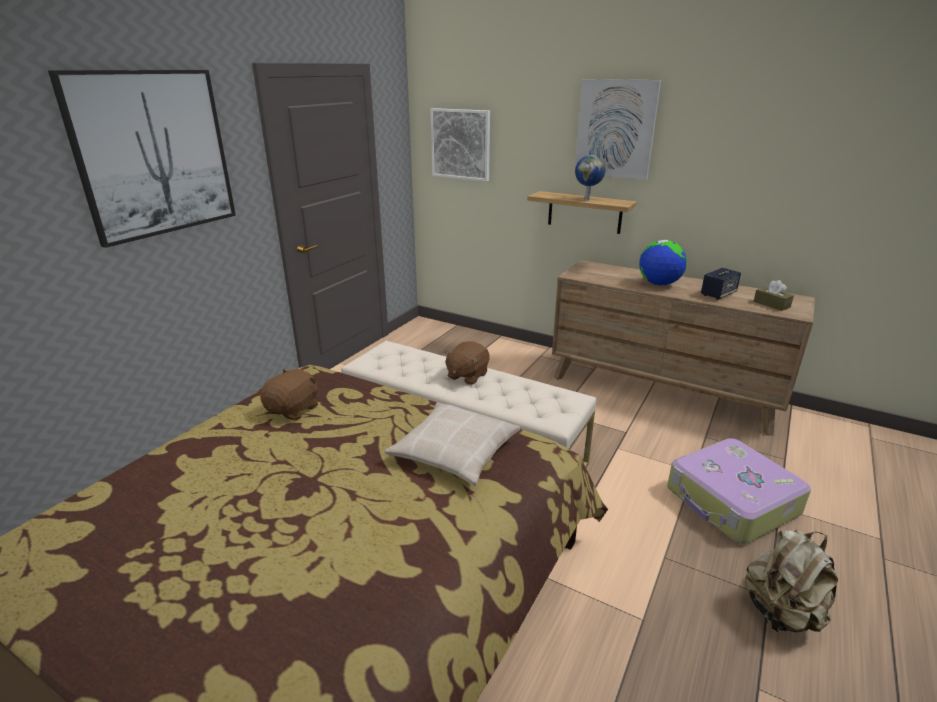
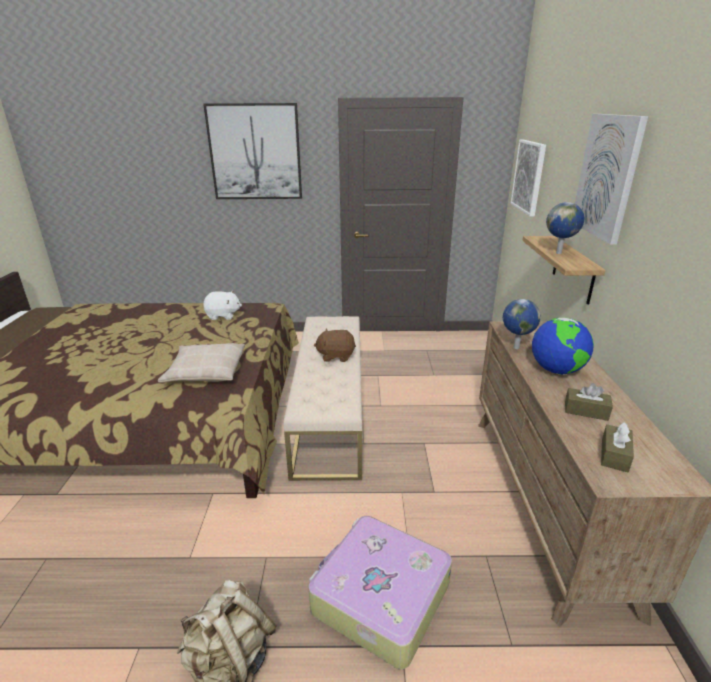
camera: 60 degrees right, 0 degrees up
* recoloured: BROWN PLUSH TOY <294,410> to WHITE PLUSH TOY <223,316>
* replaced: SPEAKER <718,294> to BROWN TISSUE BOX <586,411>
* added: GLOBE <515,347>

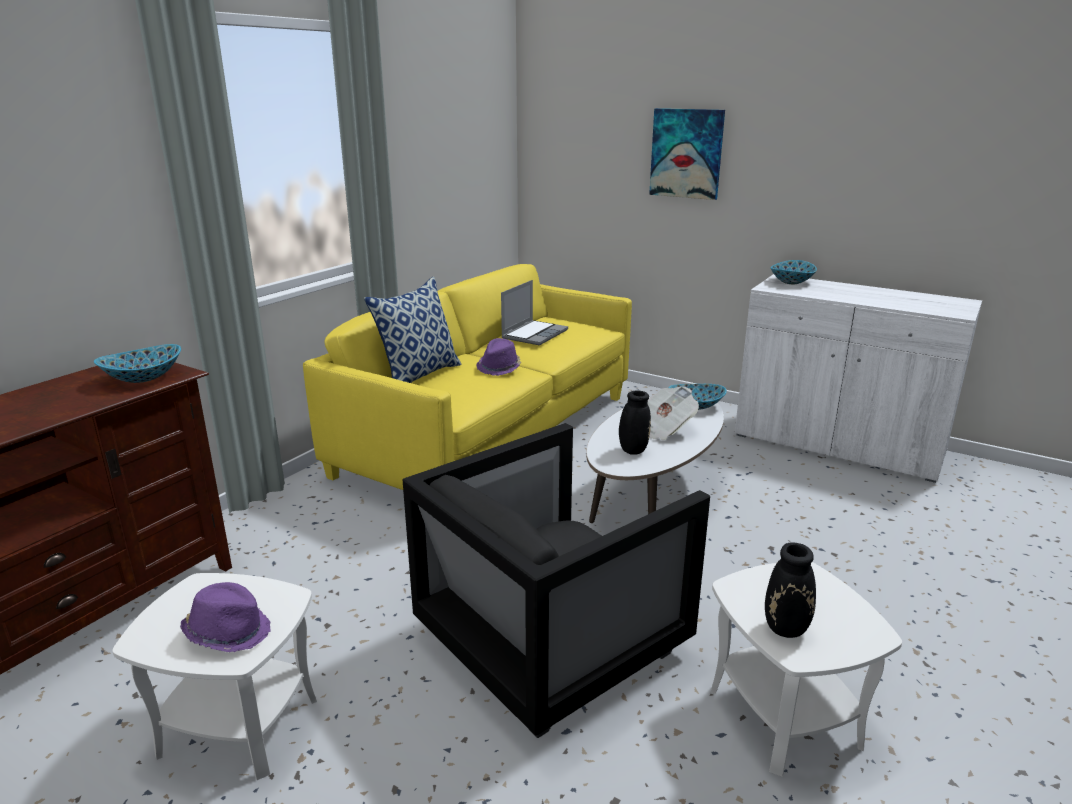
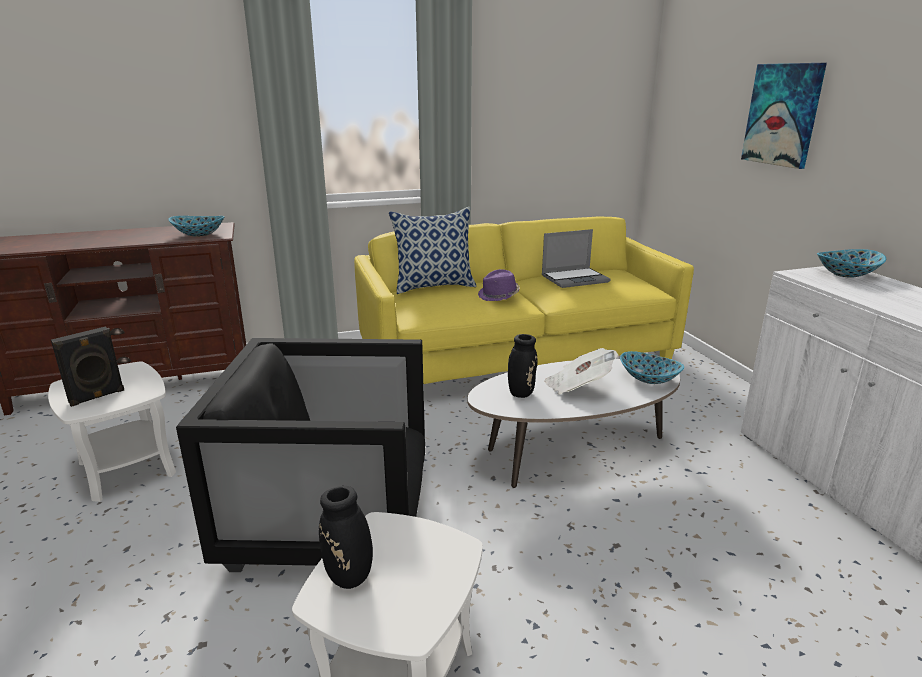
camera: 40 degrees right, 0 degrees up
* replaced: PURPLE HAT <228,632> to BLACK SPEAKER <97,397>

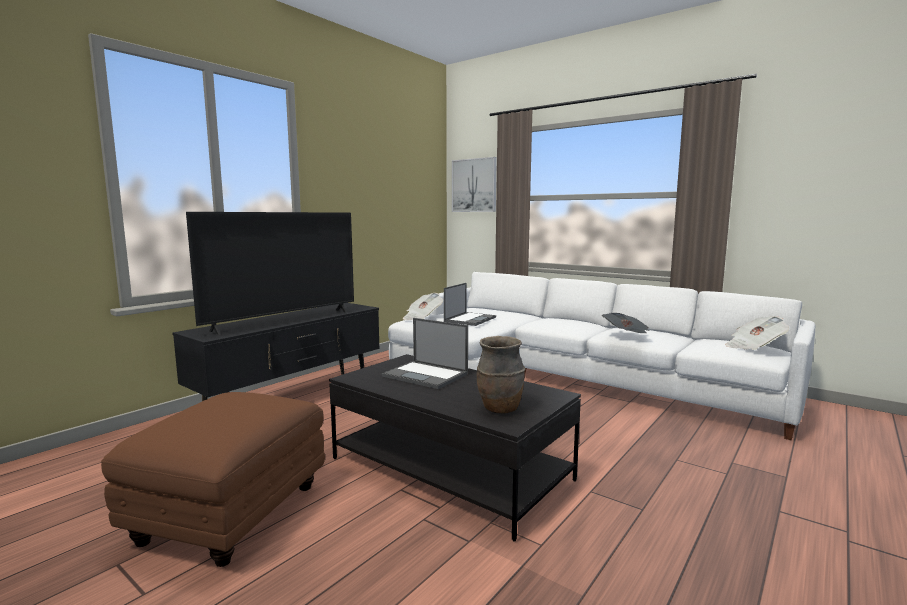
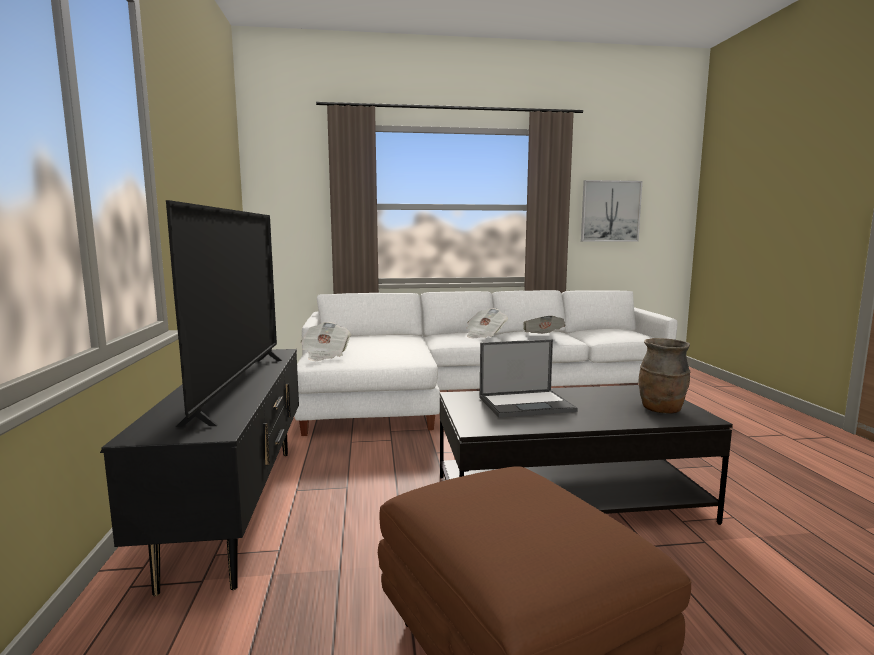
camera: 45 degrees left, 0 degrees up
* removed: LAPTOP <470,319>
* moved: PICTURE <474,185> to <610,211>
* moved: NEWSPAPER <753,347> to <484,335>

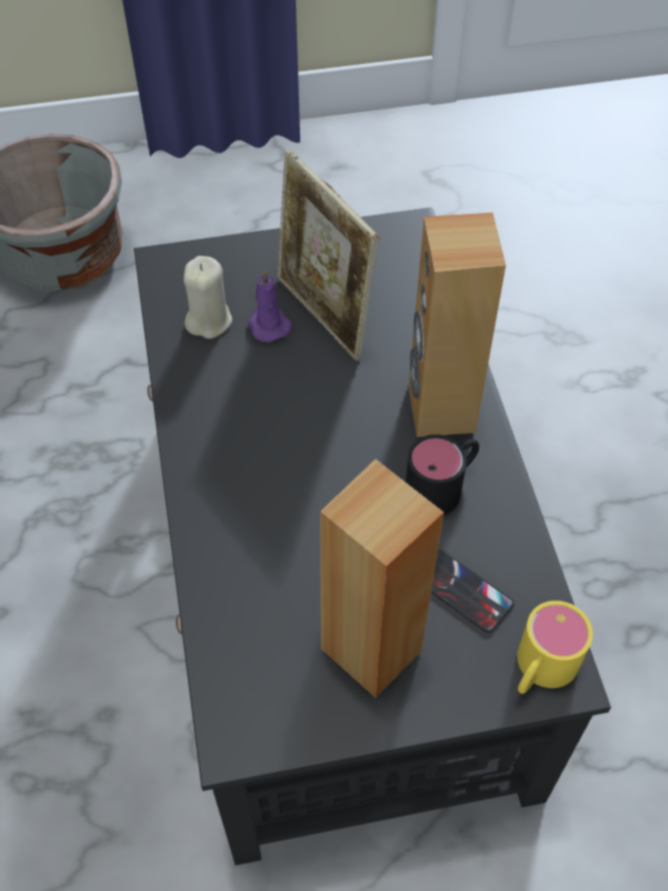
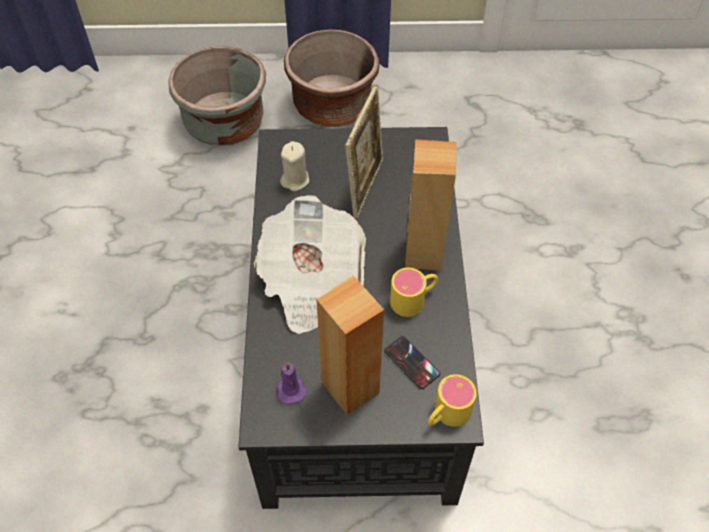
camera: 10 degrees right, 0 degrees up
* moved: PURPLE CANDLE <268,325> to <290,389>
* turned: PICTURE FRAME <324,316> = <365,186> 135 degrees counterclockwise
* recoloured: BLACK MUG <443,485> to YELLOW MUG <414,299>
* added: NEWSPAPER <312,283>
* added: BROWN PLANTER <332,106>

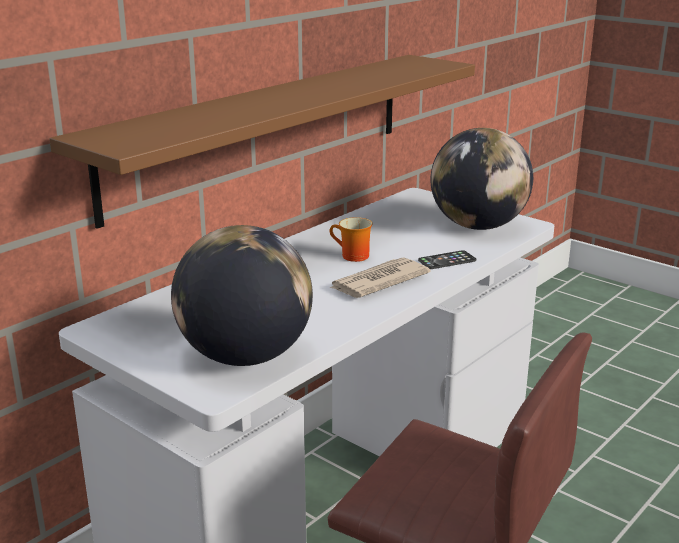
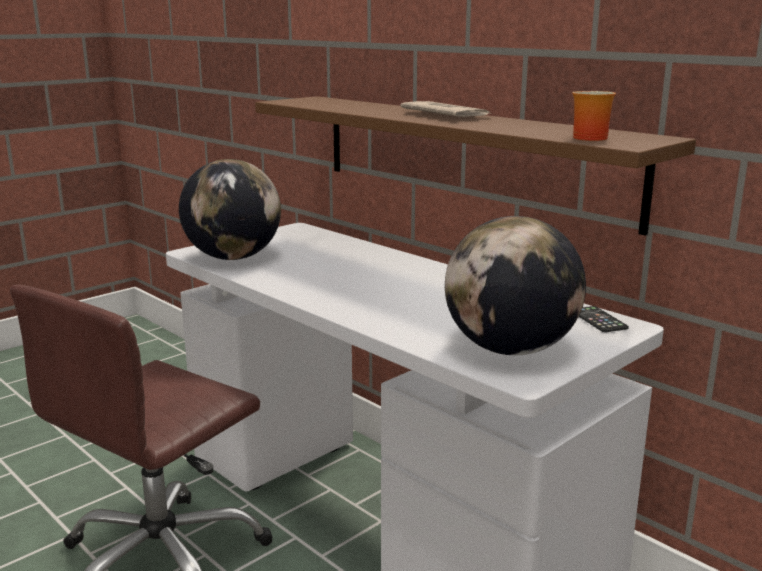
camera: 95 degrees right, 5 degrees down
* moved: MUG <351,256> to <588,137>
* moved: NEWSPAPER <377,282> to <444,115>
* moved: PHONE <447,260> to <598,320>

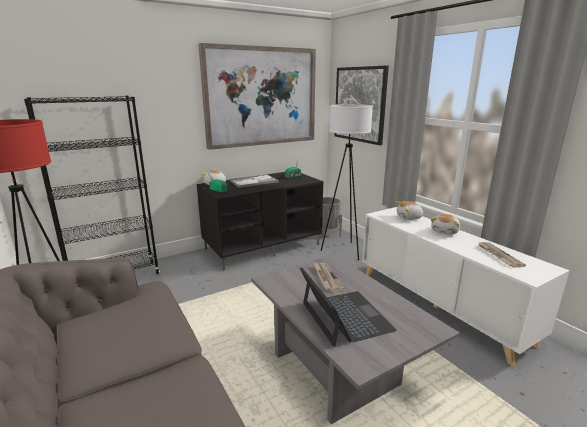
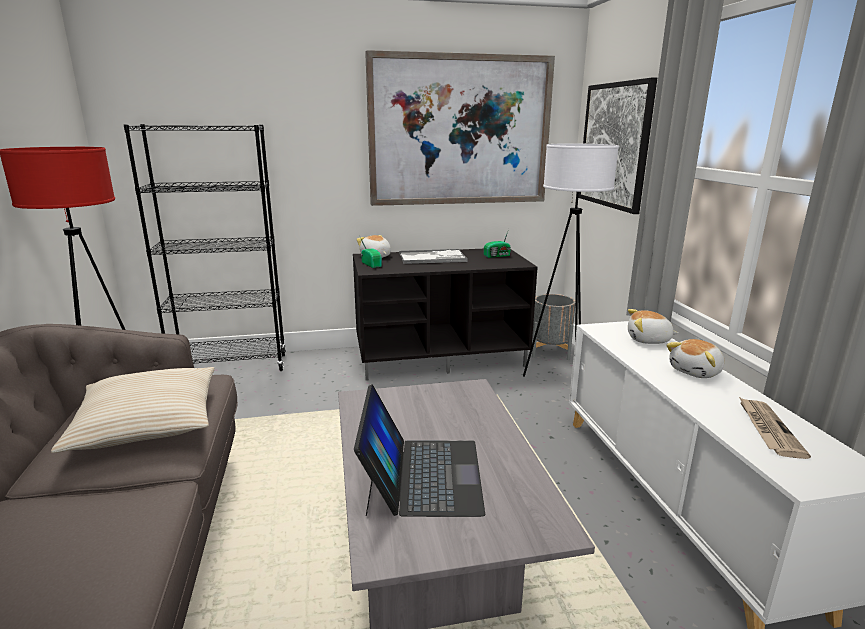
camera: 20 degrees right, 0 degrees up
* removed: NEWSPAPER <326,278>
* added: BEIGE PILLOW <147,422>

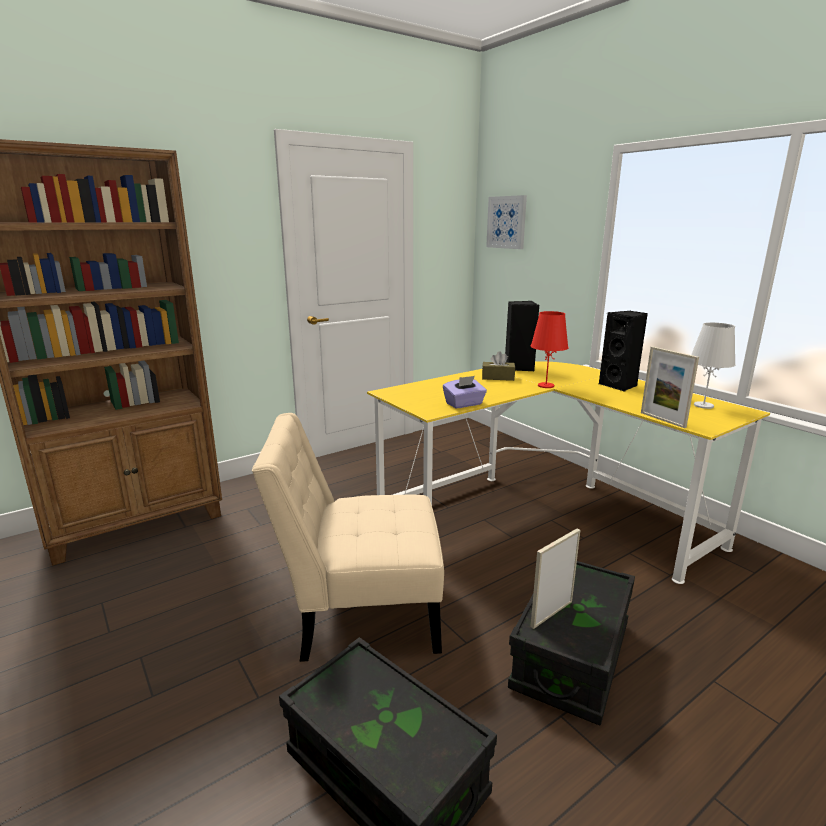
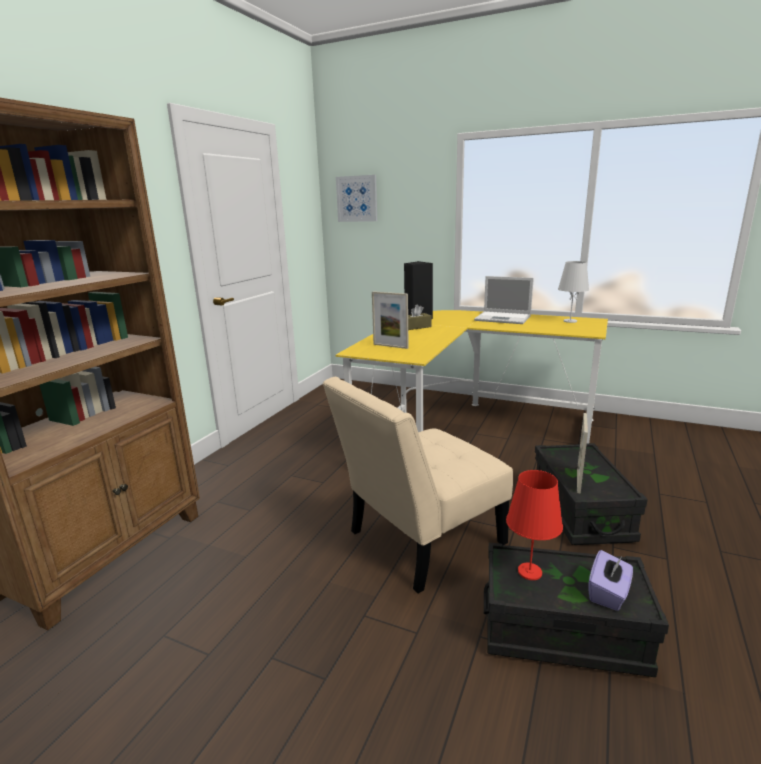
camera: 30 degrees left, 0 degrees up
* moved: PURPLE TISSUE BOX <464,404> to <608,593>
* moved: RED TABLE LAMP <545,385> to <529,572>
* replaced: BLACK SPEAKER <620,385> to LAPTOP <504,318>
* moved: PICTURE FRAME <662,420> to <390,346>

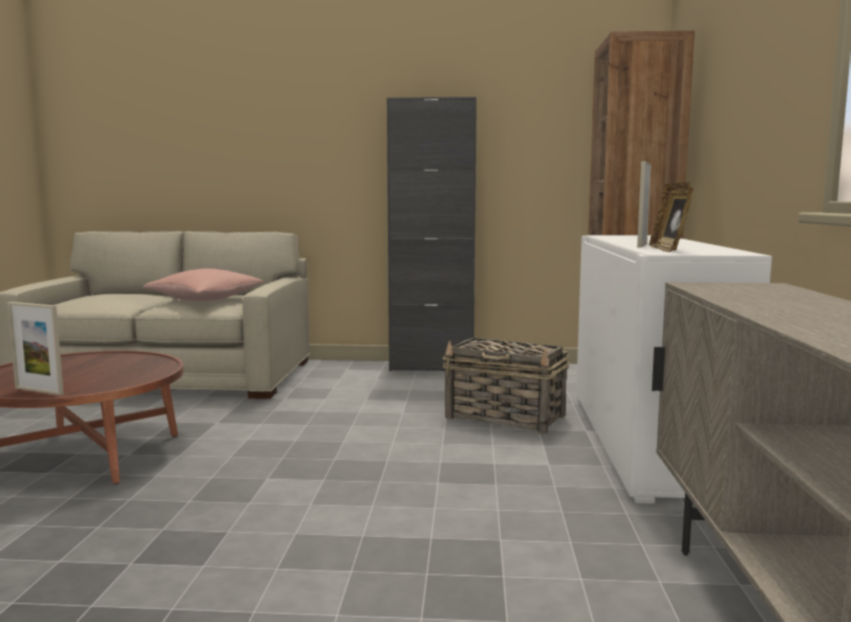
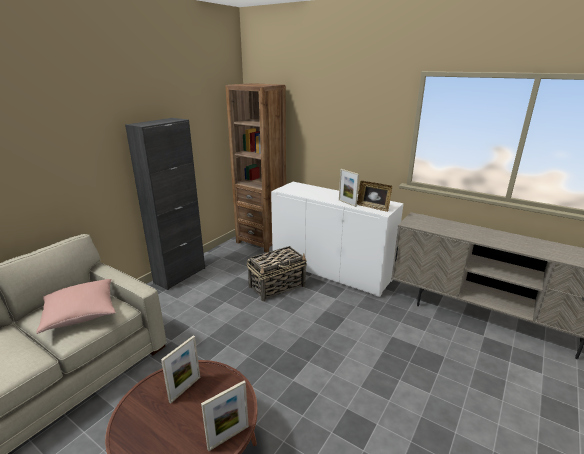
camera: 60 degrees left, 15 degrees up
* added: PICTURE FRAME <185,389>

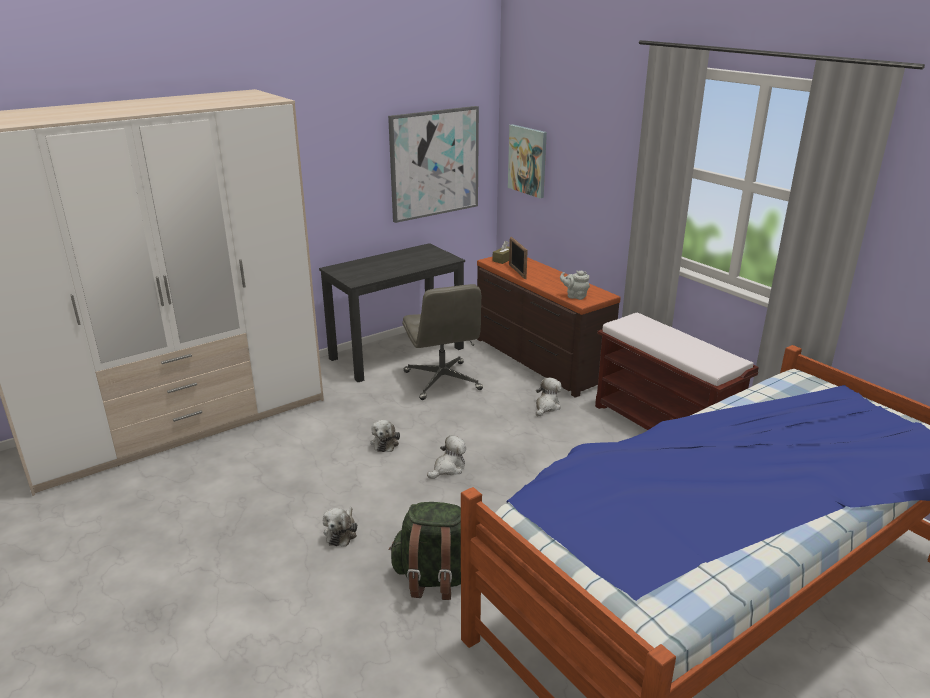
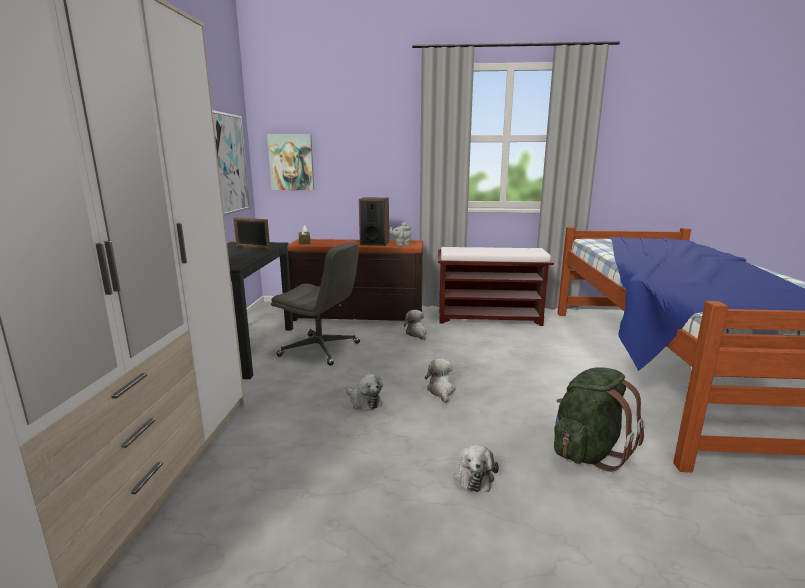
camera: 50 degrees left, 10 degrees down
* turned: PLUSH TOY <341,532> = <474,476> 45 degrees clockwise
* moved: PICTURE FRAME <517,272> to <252,247>
* added: SPEAKER <374,243>

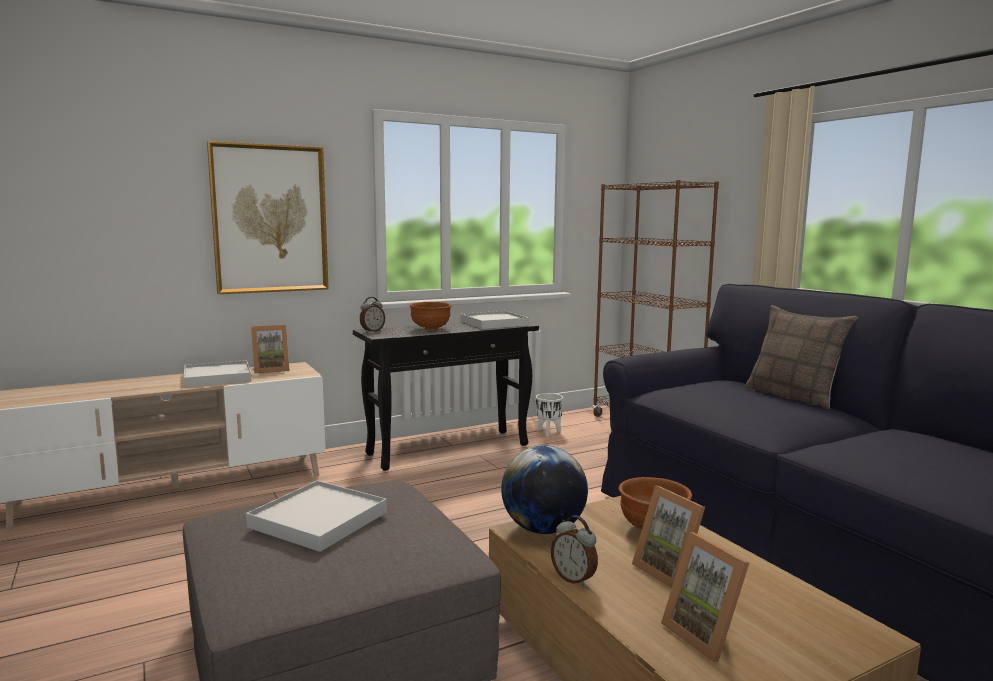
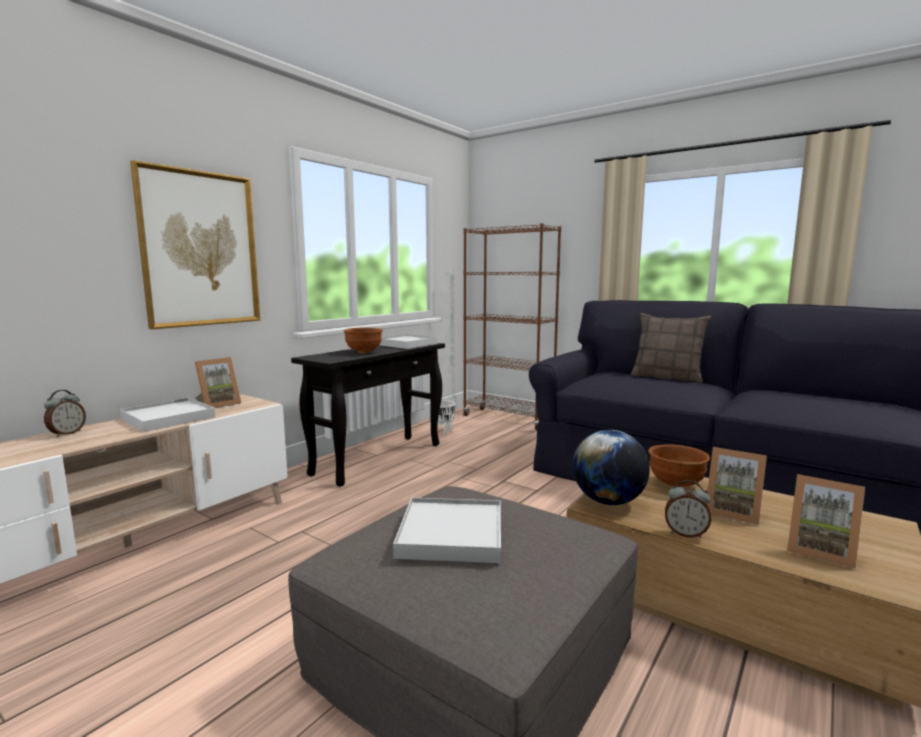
camera: 25 degrees left, 0 degrees up
* moved: ALARM CLOCK <372,331> to <67,433>

